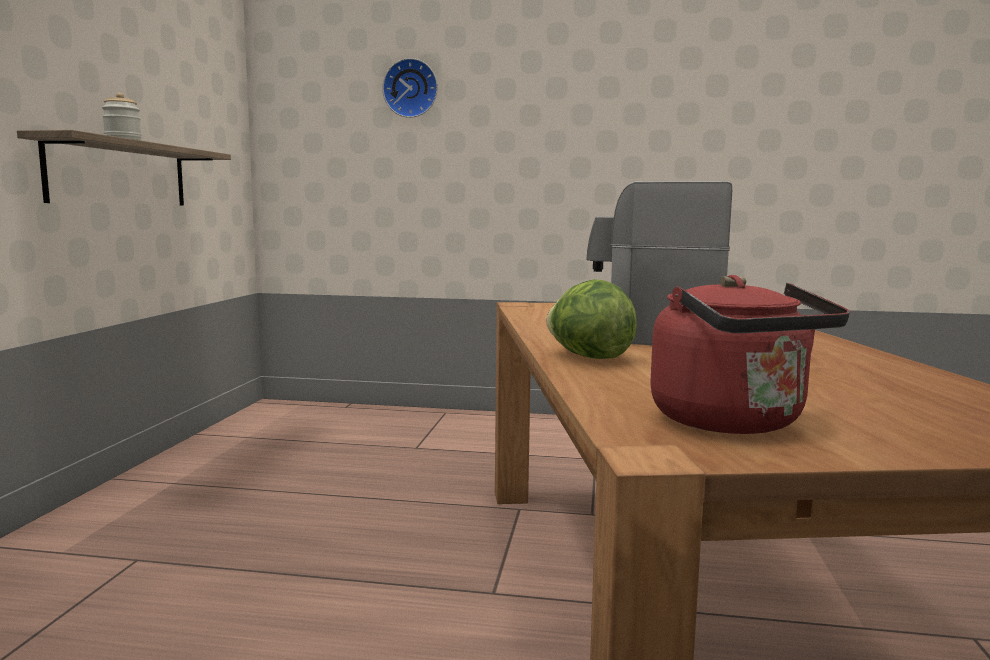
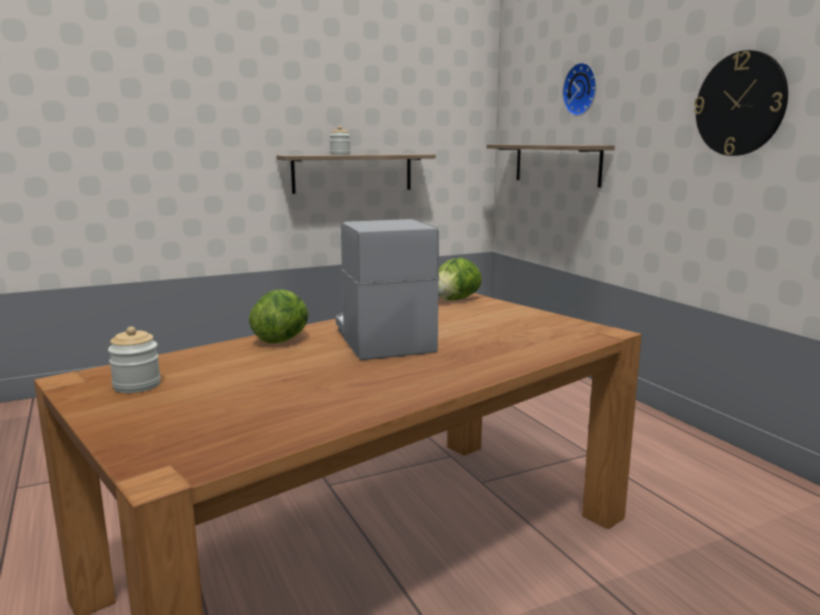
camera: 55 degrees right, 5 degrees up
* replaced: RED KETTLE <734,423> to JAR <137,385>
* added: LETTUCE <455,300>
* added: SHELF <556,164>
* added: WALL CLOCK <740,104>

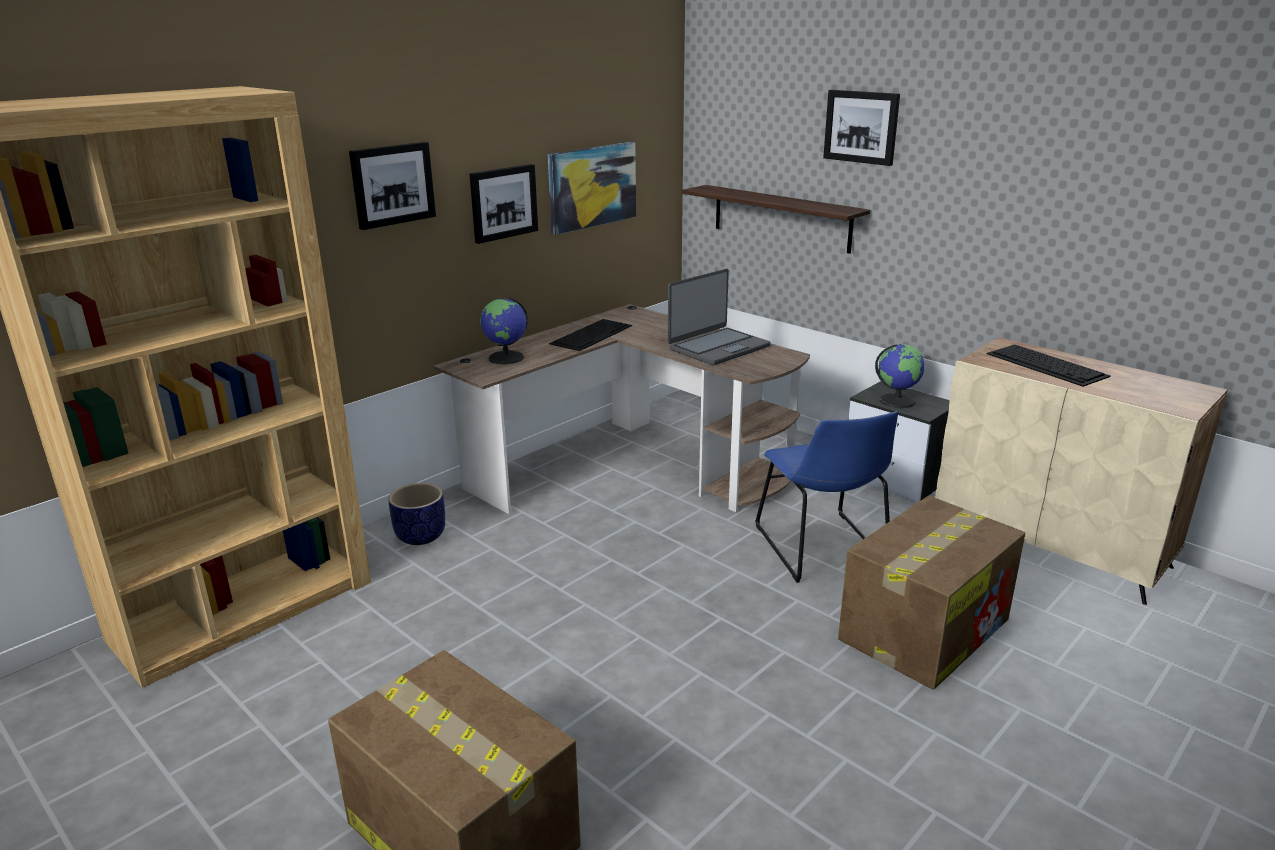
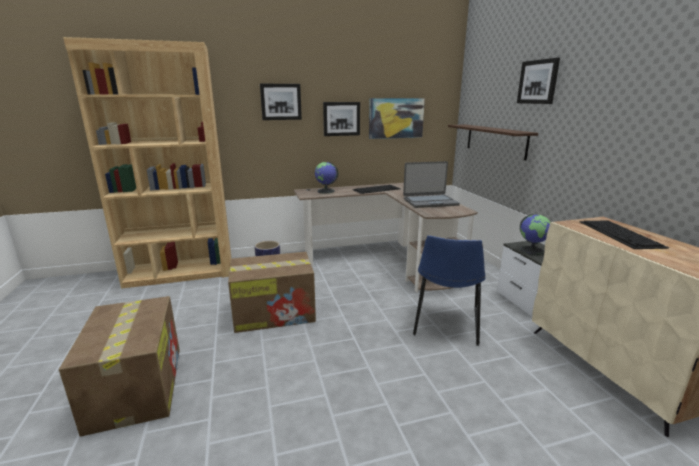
camera: 30 degrees right, 5 degrees down
* moved: CARDBOARD BOX <925,628> to <275,312>

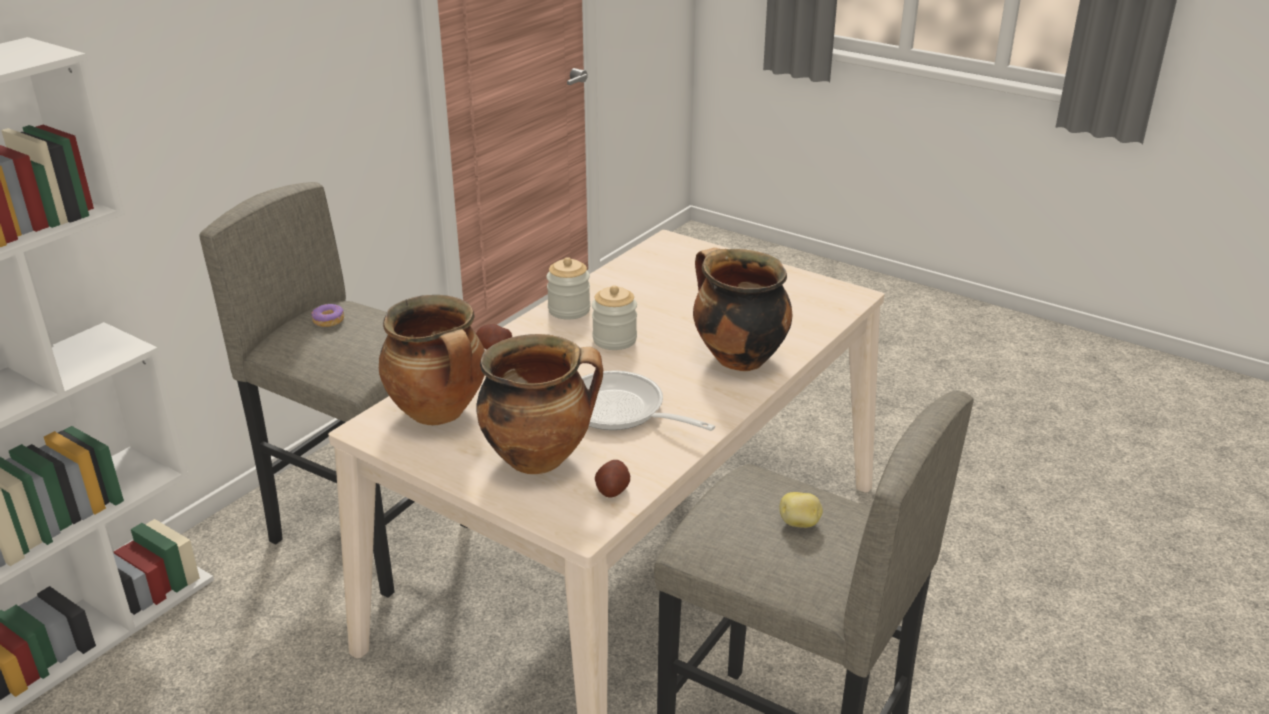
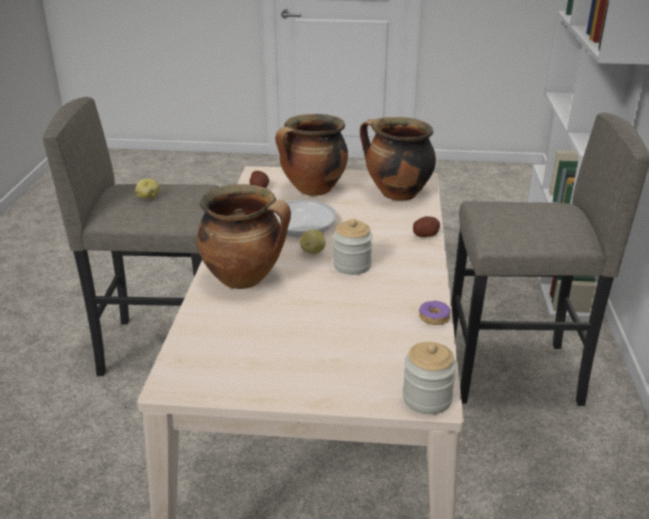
camera: 150 degrees right, 0 degrees up
* moved: DONUT <328,321> to <433,317>
* moved: JAR <569,310> to <427,398>
* added: POTATO <312,251>

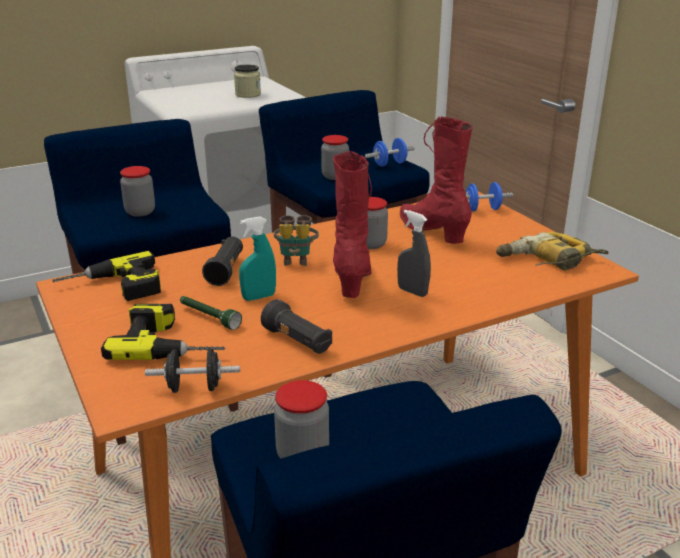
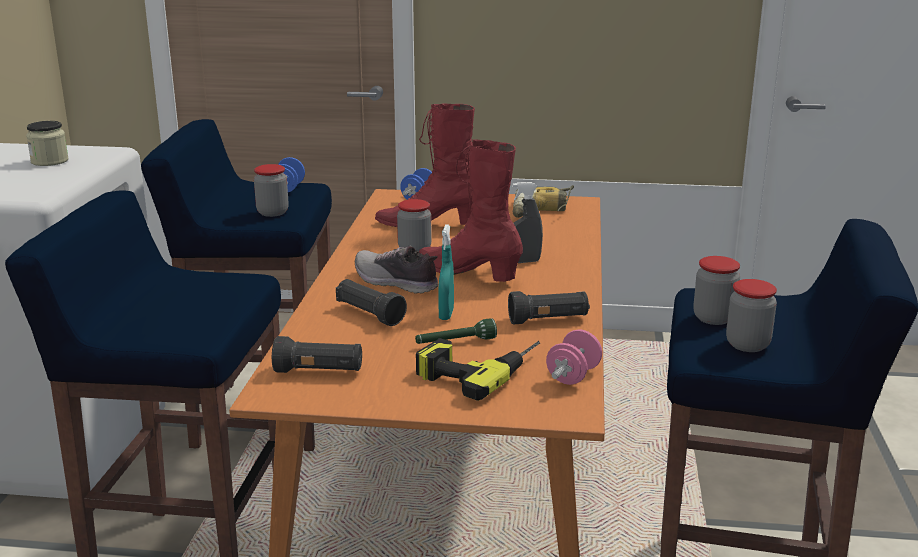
camera: 55 degrees left, 5 degrees down
* replaced: POWER DRILL <112,288> to BLACK FLASHLIGHT <319,372>
* moved: JAR <140,212> to <713,318>
* recoloured: BLACK DUMBBELL <194,388> to PINK DUMBBELL <573,376>
* replaced: BINOCULARS <296,259> to SHOE <395,282>

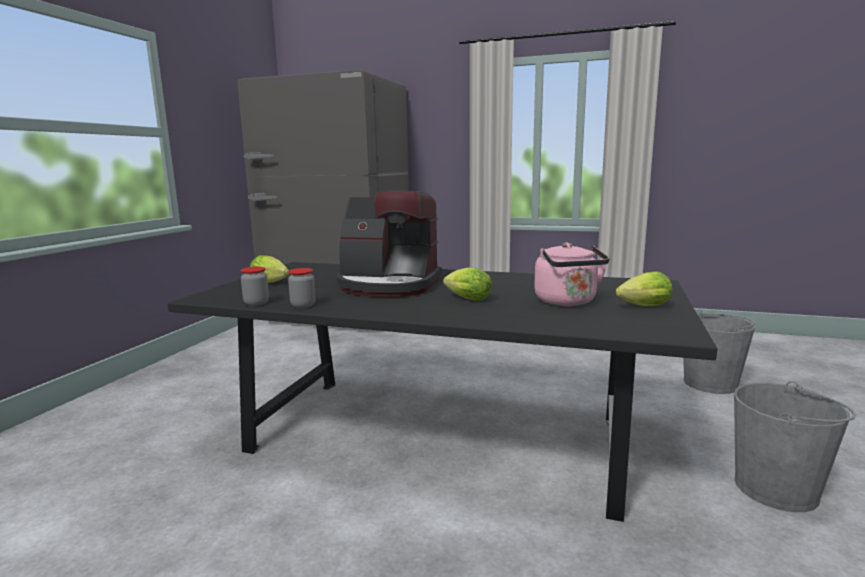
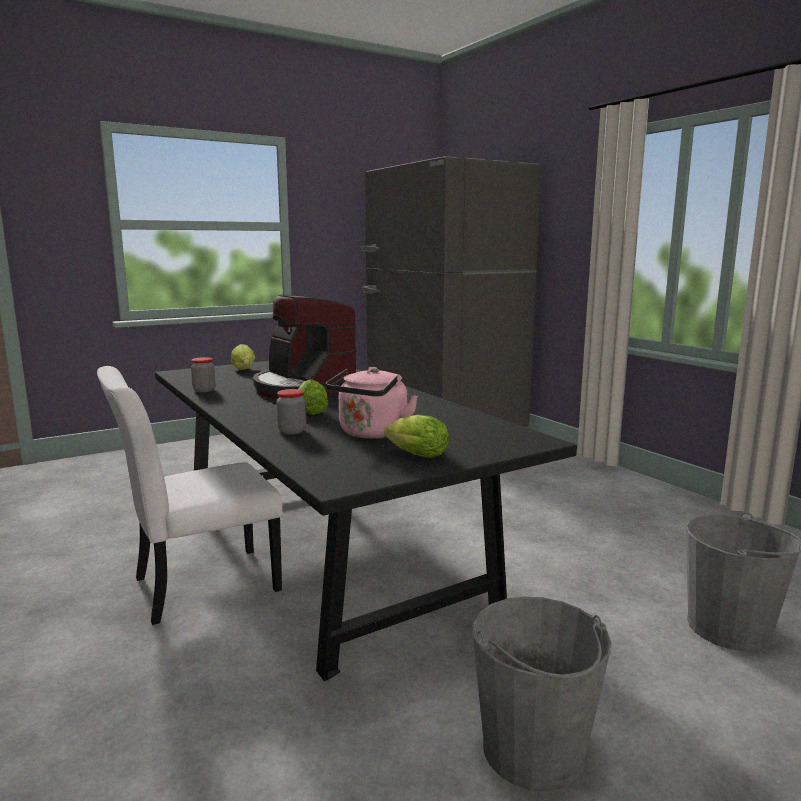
camera: 40 degrees right, 0 degrees up
* moved: JAR <256,303> to <292,431>
* added: WHITE CHAIR <200,585>

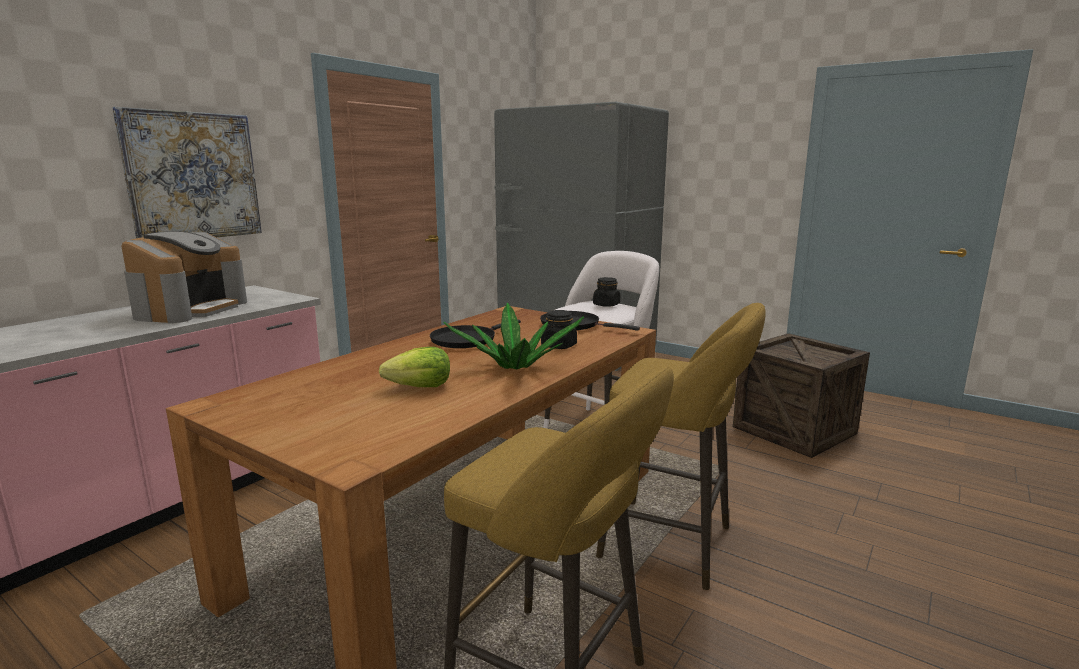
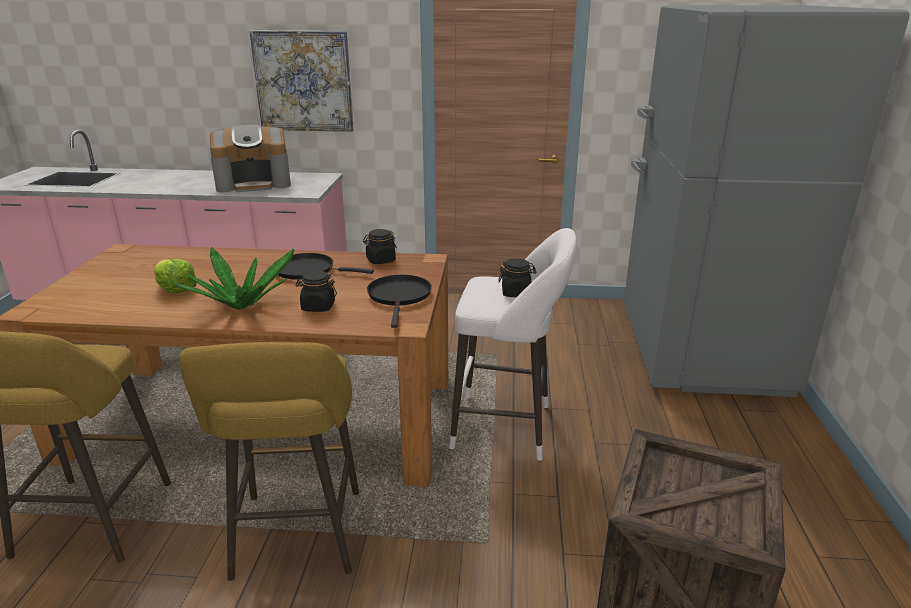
camera: 60 degrees right, 10 degrees up
* added: BLACK JAR <380,260>

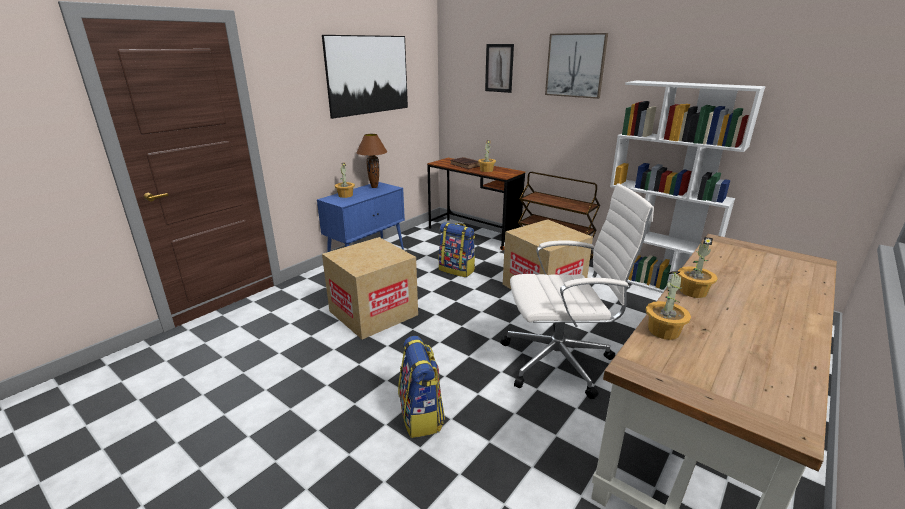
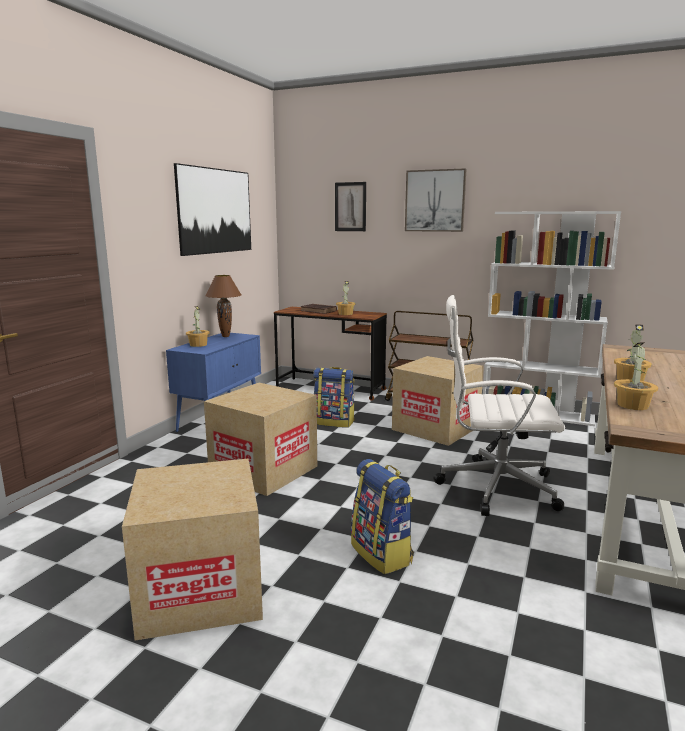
camera: 15 degrees left, 10 degrees down
* turned: WHITE OFFICE CHAIR <560,361> = <494,487> 150 degrees counterclockwise
* added: CARDBOARD BOX <200,590>

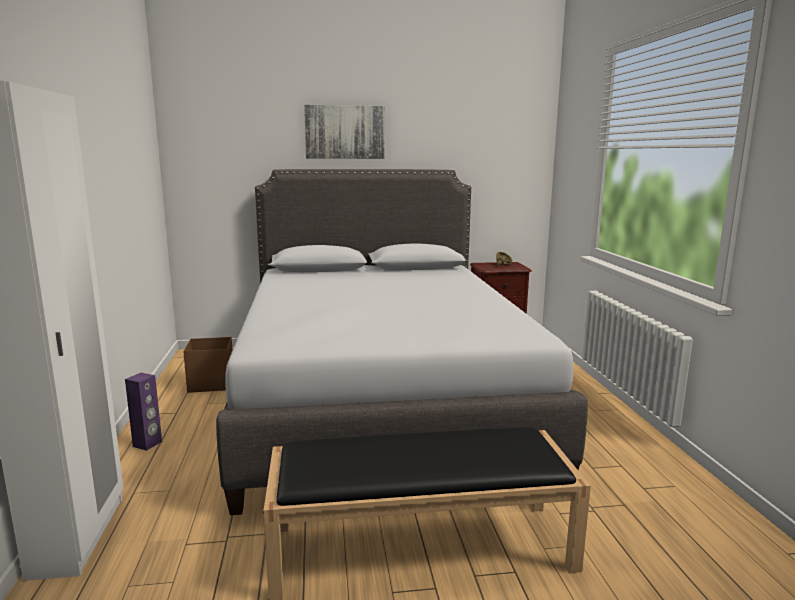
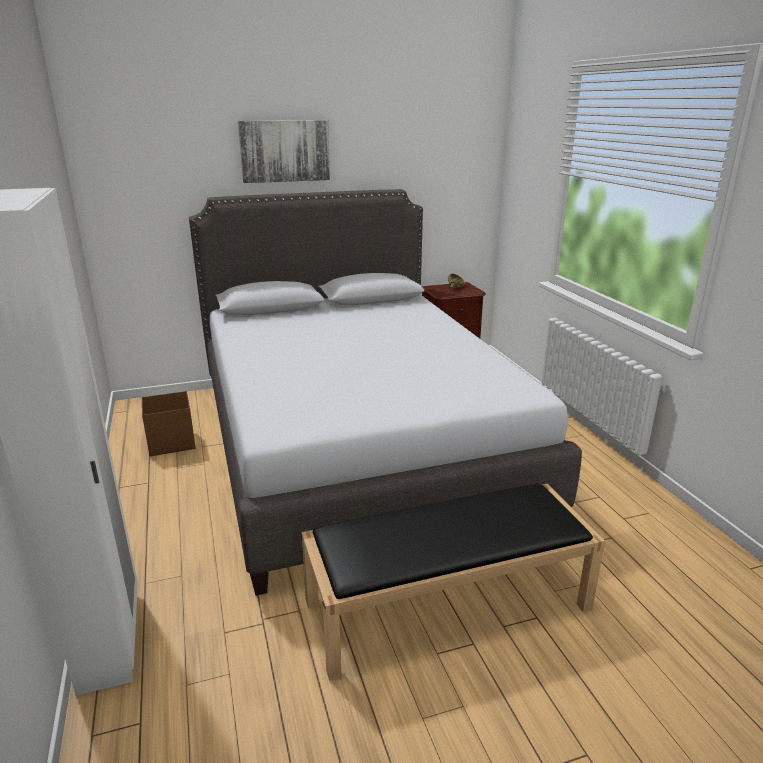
camera: 10 degrees left, 10 degrees up
* removed: PURPLE SPEAKER <147,444>

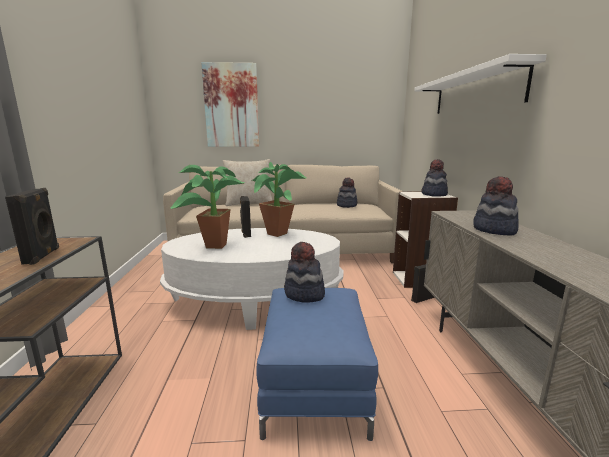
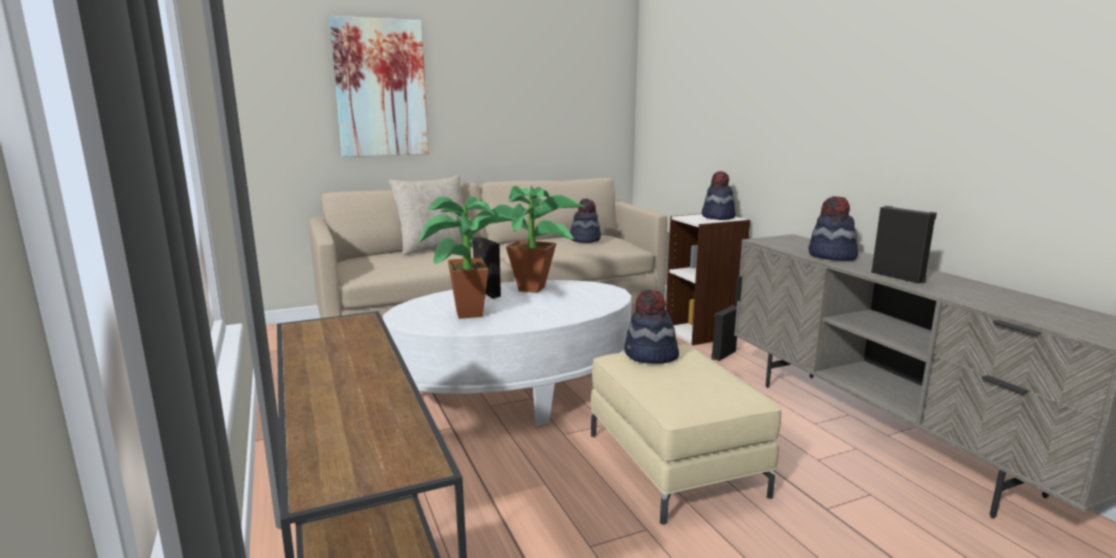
camera: 20 degrees left, 0 degrees up
* moved: BLACK SPEAKER <43,256> to <898,277>
* recoloured: BLUE OTTOMAN <314,383> to BEIGE OTTOMAN <674,463>
* removed: WHITE SHELF <475,92>

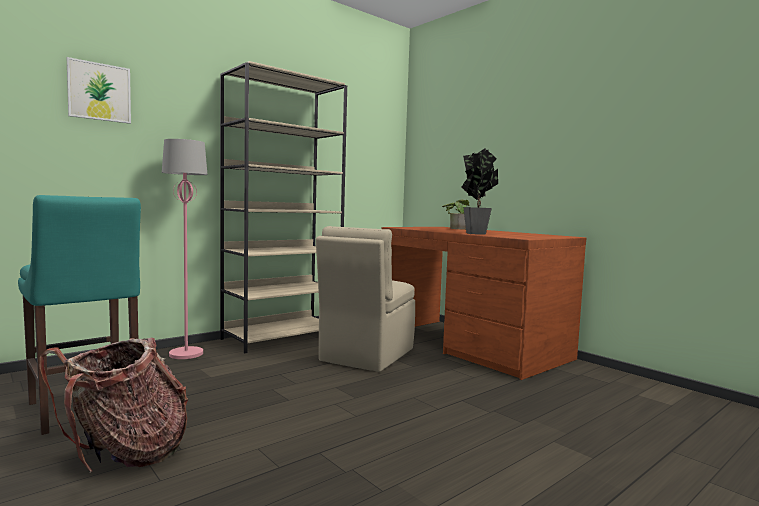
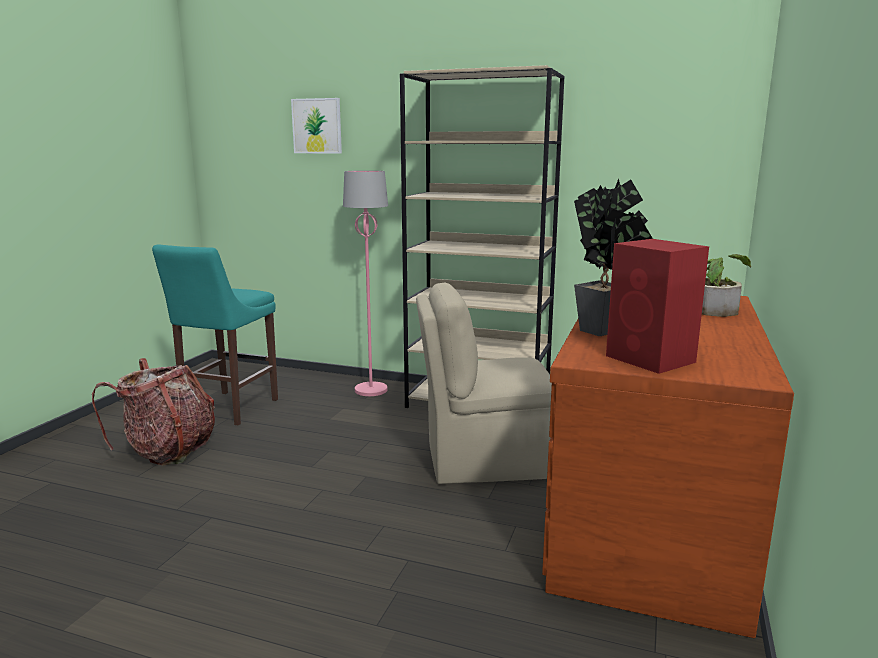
camera: 60 degrees right, 10 degrees up
* added: RED SPEAKER <652,359>

